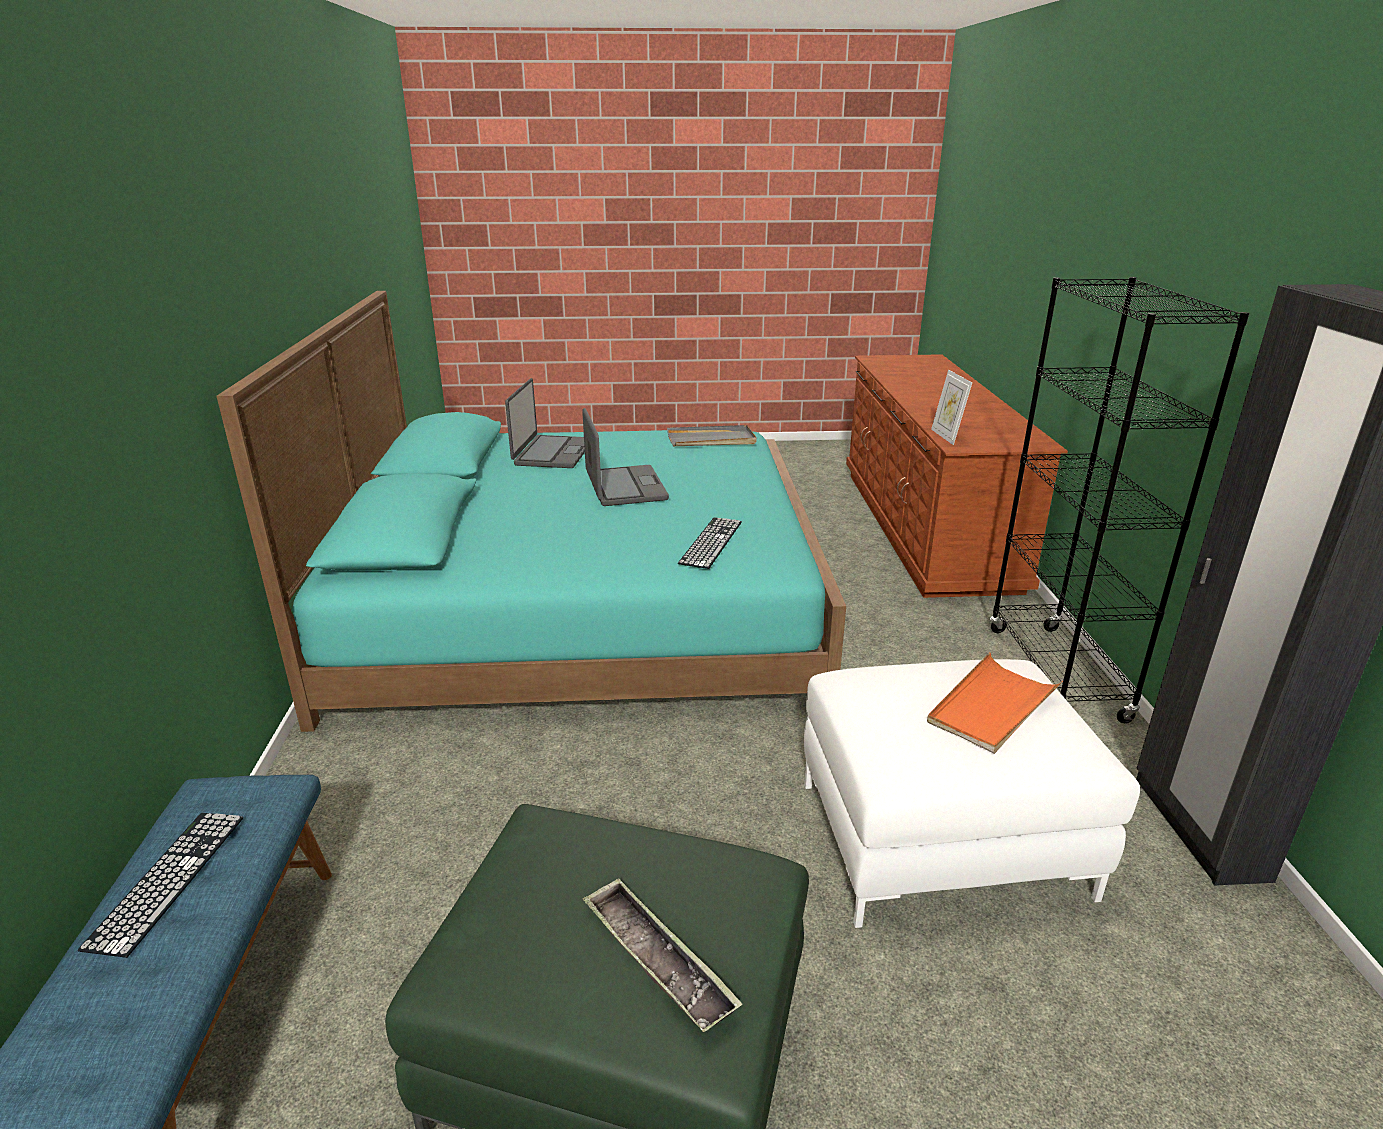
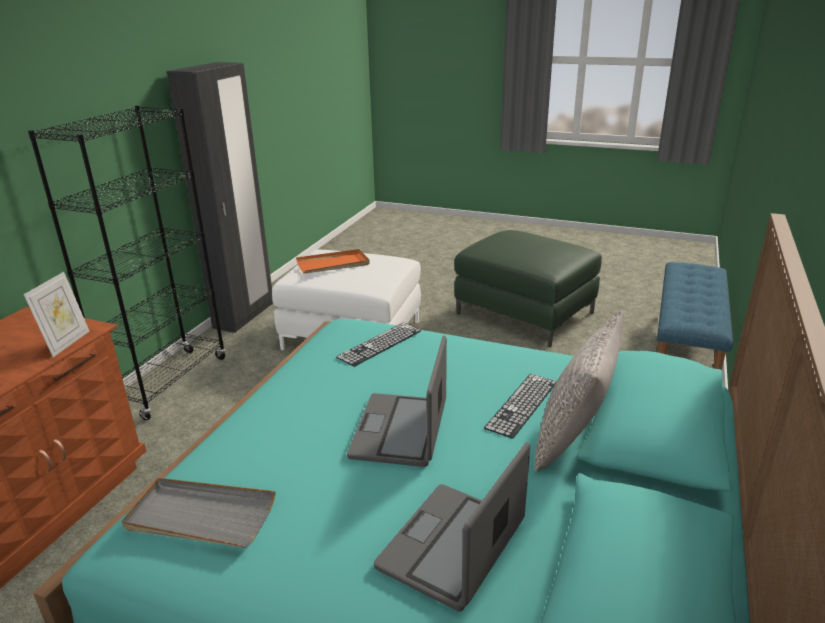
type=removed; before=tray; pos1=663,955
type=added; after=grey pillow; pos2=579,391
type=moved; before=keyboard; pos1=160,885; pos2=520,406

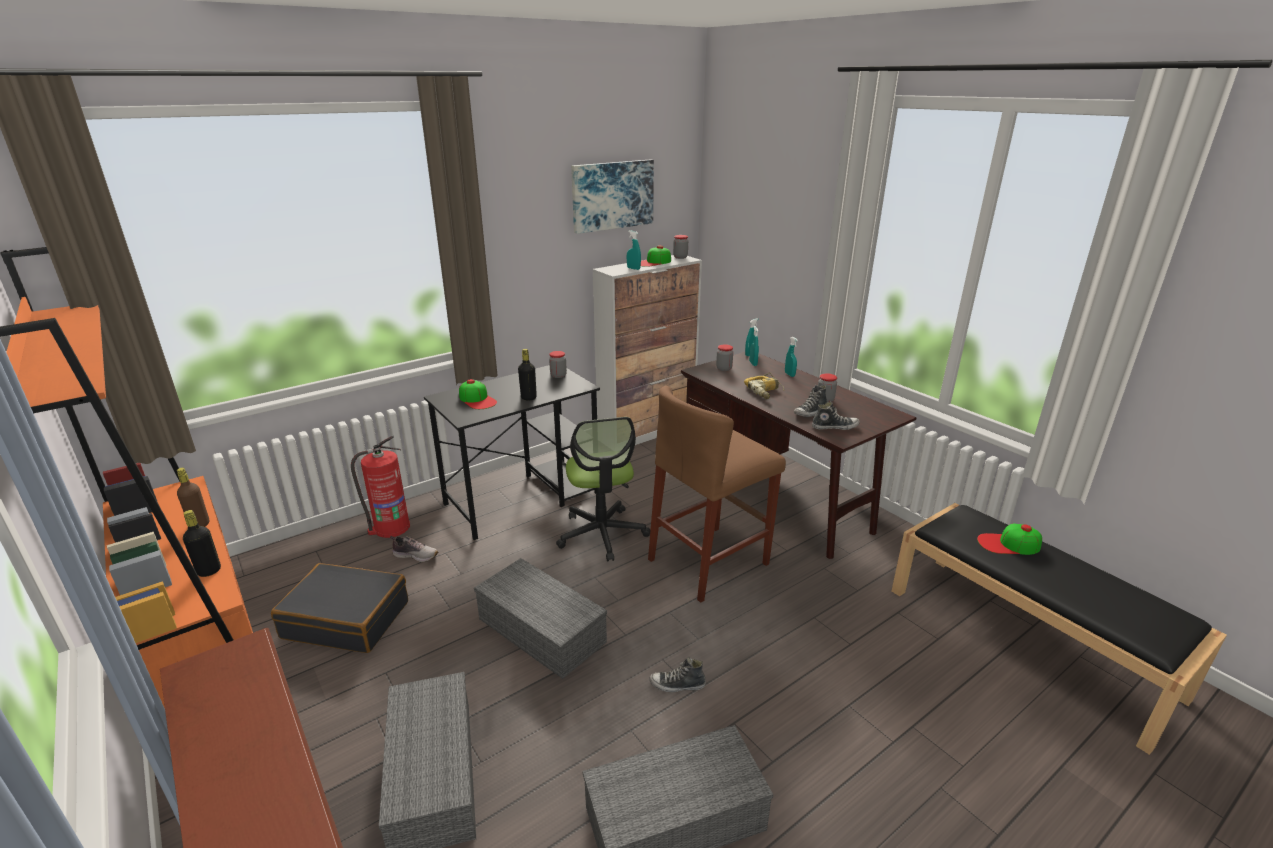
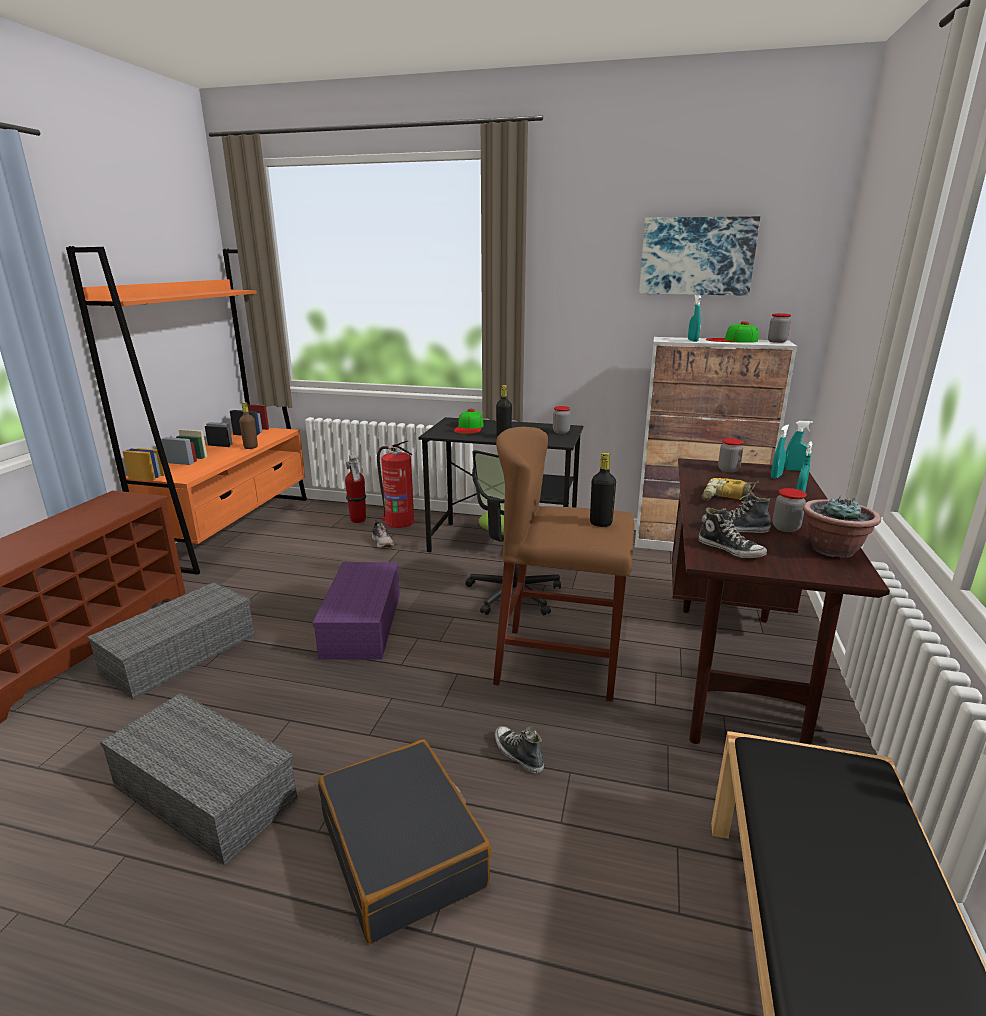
type=removed; before=cap; pos1=1009,539
type=added; after=fire extinguisher; pos2=355,489
type=added; after=potted plant; pos2=842,526
type=moved; before=black bottle; pos1=202,543; pos2=603,489
type=moved; before=black suitcase; pos1=339,608; pos2=405,841
type=moved; before=shoe; pos1=677,674; pos2=519,749
type=recoloured; before=grey storage box; after=purple storage box; pos1=540,618; pos2=356,611

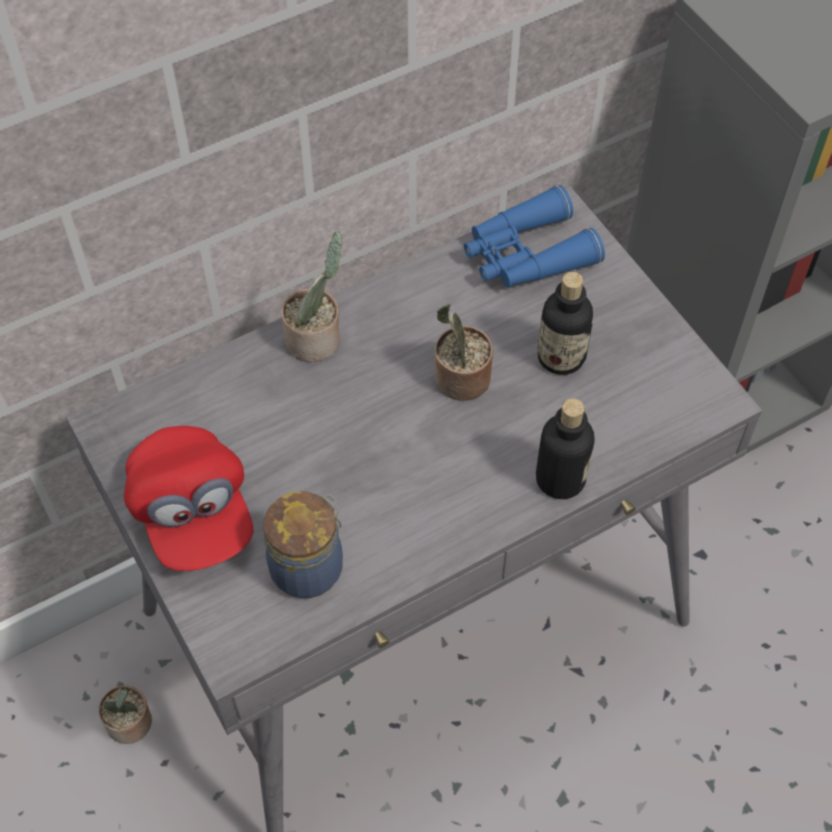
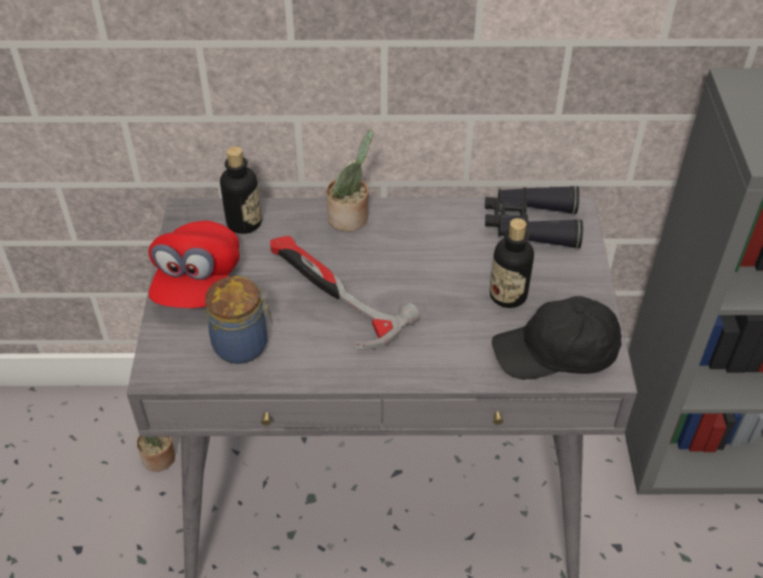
type=removed; before=potted plant; pos1=463,352
type=added; after=hammer; pos2=345,292
type=added; after=black cap; pos2=557,338
type=moved; before=bottle; pos1=565,448; pos2=241,190
type=recoloured; before=blue binoculars; after=black binoculars; pos1=534,236; pos2=534,217

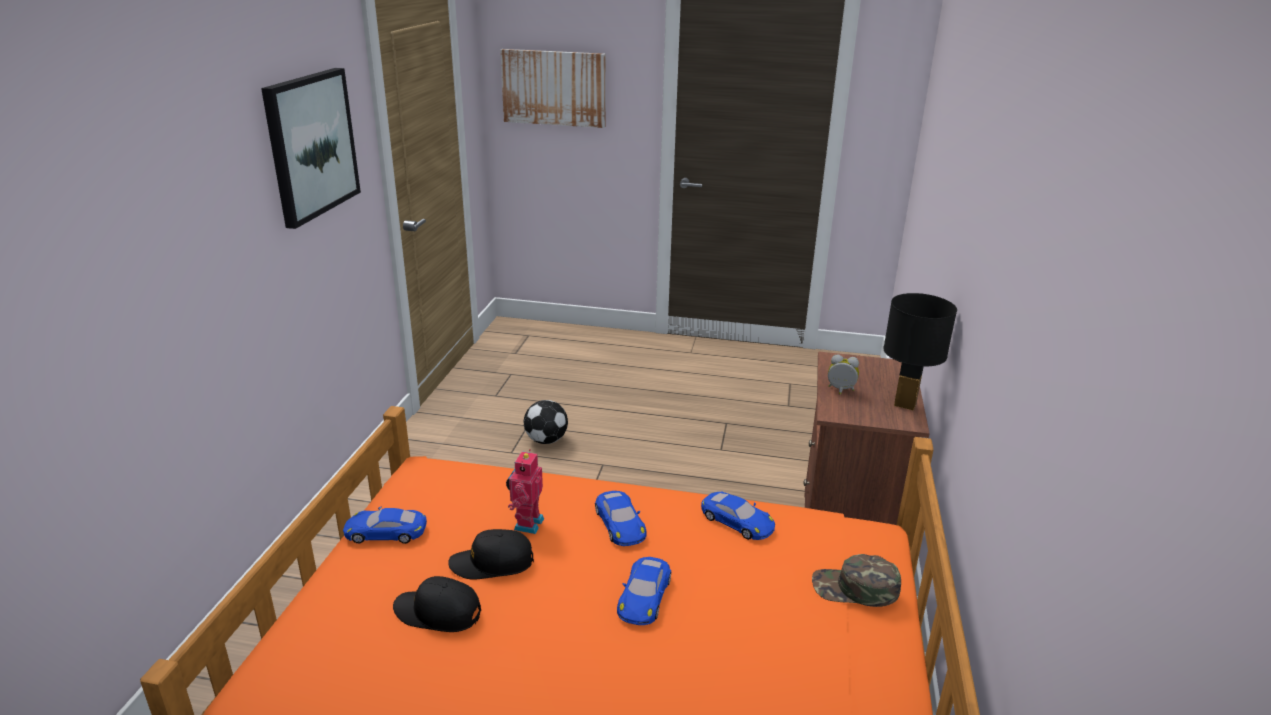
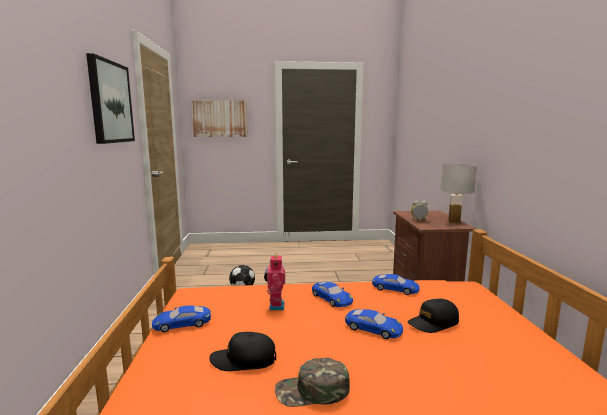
type=moved; before=black cap; pos1=491,554; pos2=433,316
type=moved; before=green cap; pos1=856,580; pos2=312,382
type=recoloured; before=black table lamp; after=white table lamp; pos1=920,352; pos2=458,193
type=turned; before=blue toy car; pos1=644,591; pos2=374,324; turn=-60

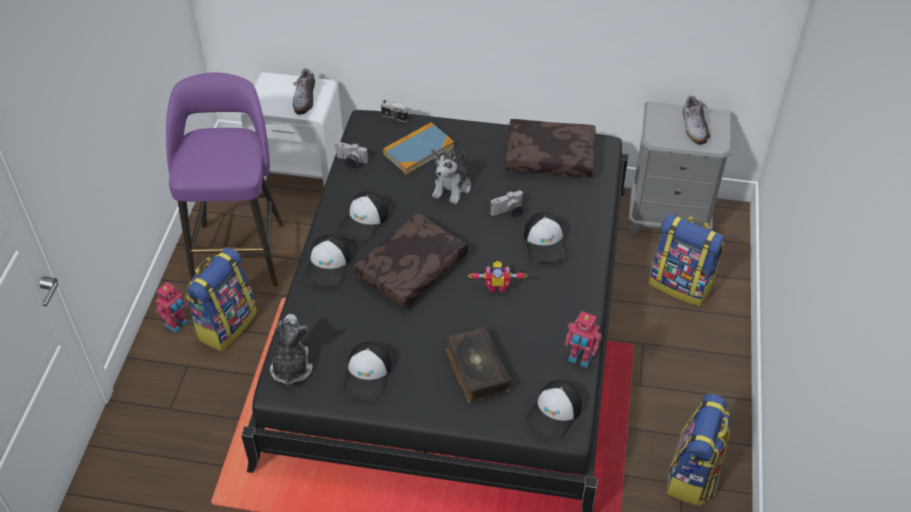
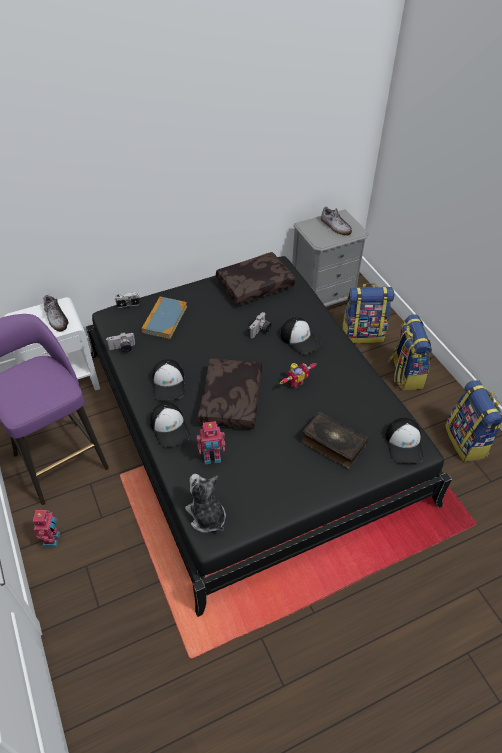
type=removed; before=cap; pos1=367,370
type=removed; before=plush toy; pos1=451,176
type=moved; before=backpack; pos1=221,299; pos2=410,352
type=moved; before=toy robot; pos1=583,339; pos2=211,442

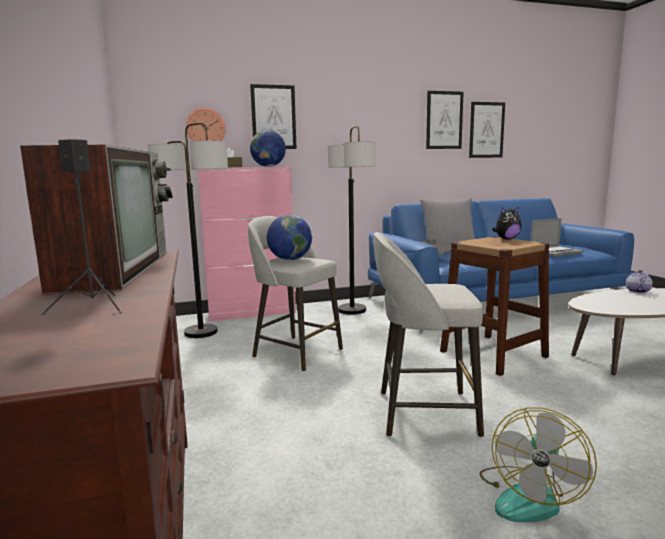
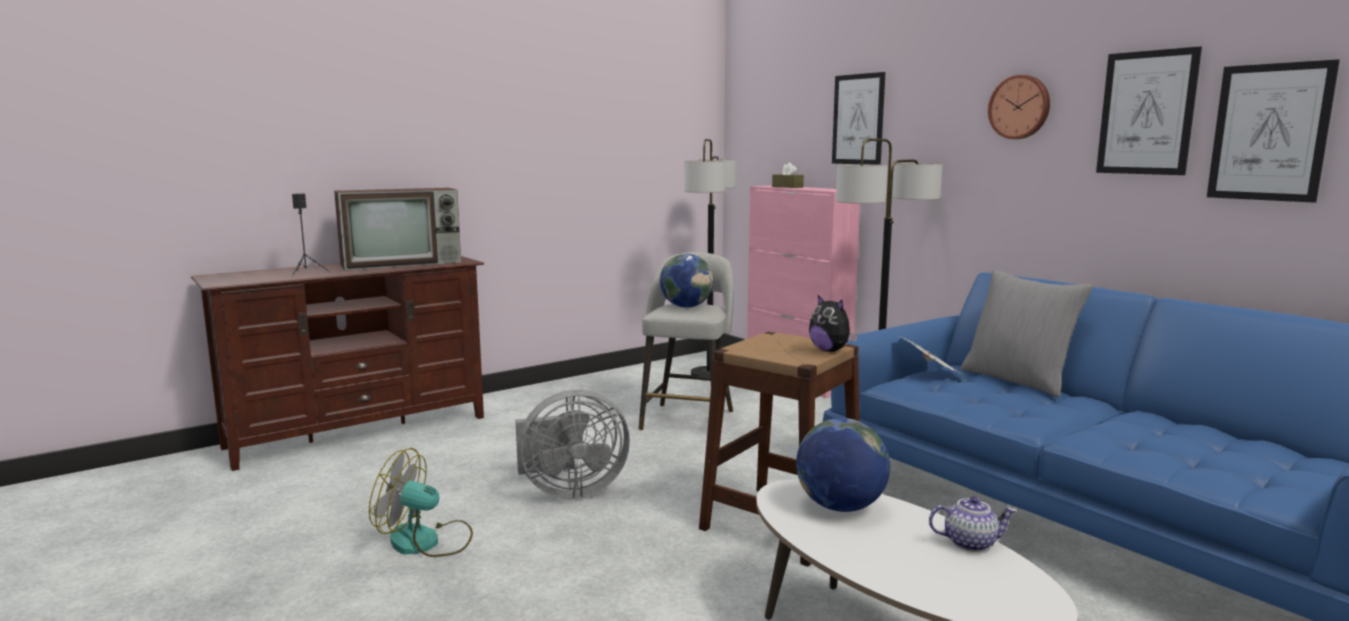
type=removed; before=laptop; pos1=557,237
type=moved; before=wall clock; pos1=205,124; pos2=1019,107
type=moved; before=globe; pos1=268,148; pos2=843,465
type=replaced; before=grey stool; after=grey fan; pos1=428,334; pos2=573,444

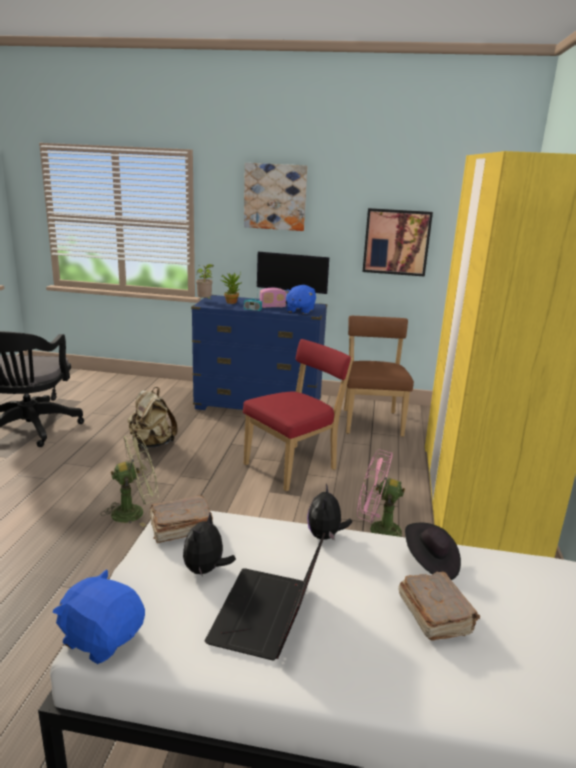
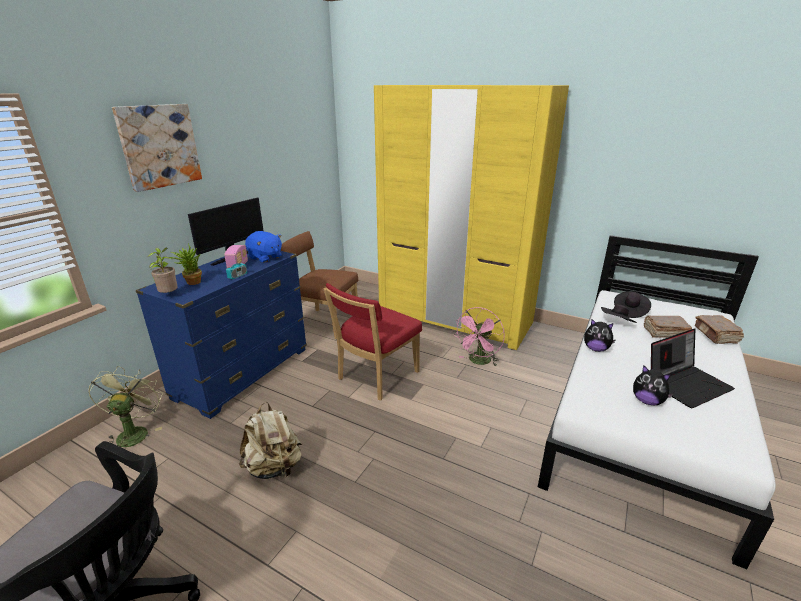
type=removed; before=blue plush toy; pos1=98,616
type=removed; before=picture; pos1=398,242
type=added; after=black hat; pos2=632,304
type=moved; before=green fan; pos1=129,480; pos2=125,406
type=moved; before=brown book; pos1=181,519; pos2=719,329
type=turned; before=laptop; pos1=264,596; pos2=693,368; turn=-60
type=turned; before=red chair; pos1=298,415; pos2=373,342; turn=-120

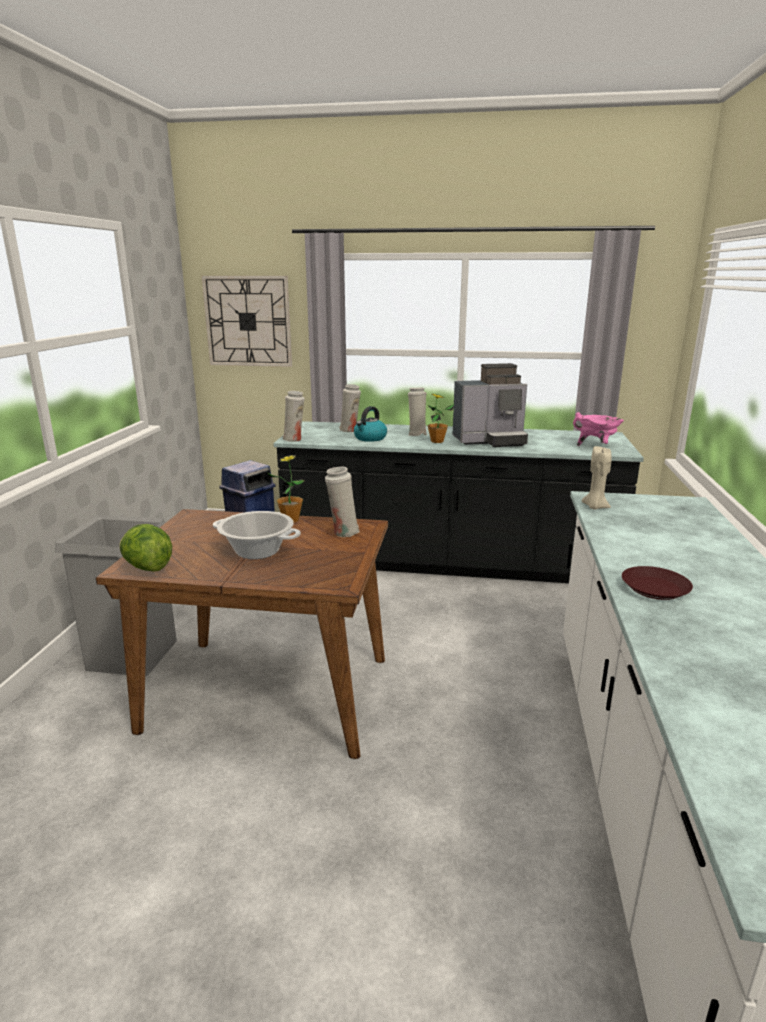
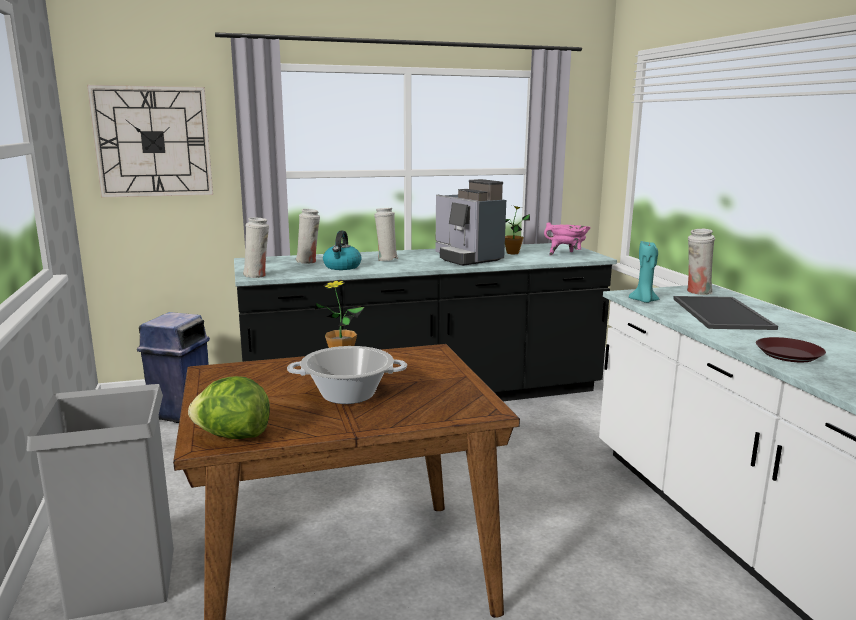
type=added; after=tray; pos2=725,313
type=moved; before=white vase; pos1=342,502; pos2=701,262
type=moved; before=potted plant; pos1=440,418; pos2=517,229
type=recoloured; before=beige candle; after=turquoise candle; pos1=596,478; pos2=644,272
type=turned; before=coffee machine; pos1=490,405; pos2=470,222; turn=90

